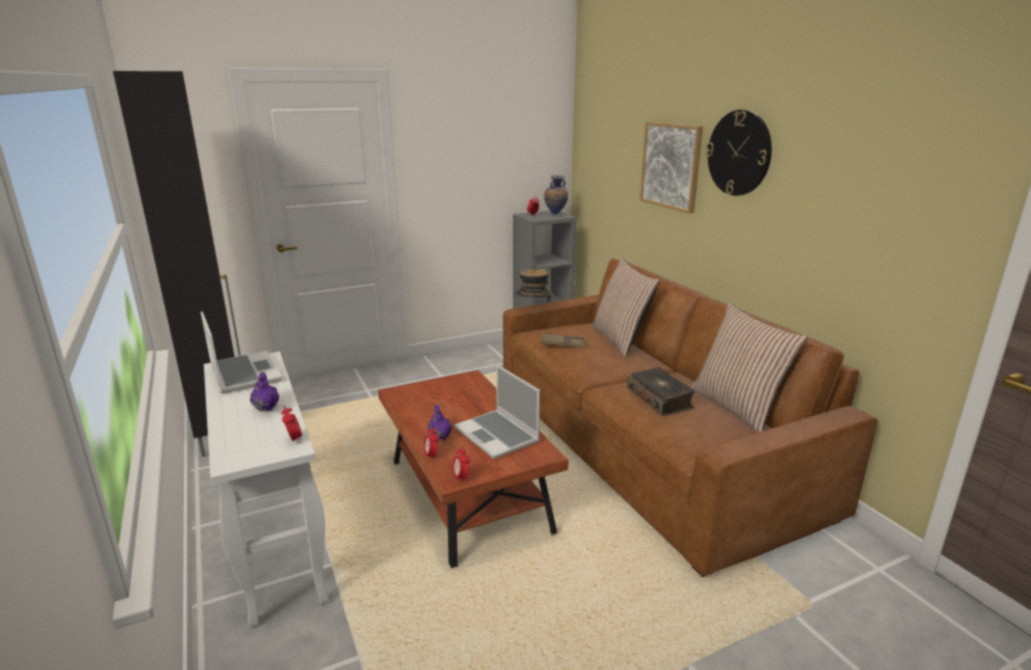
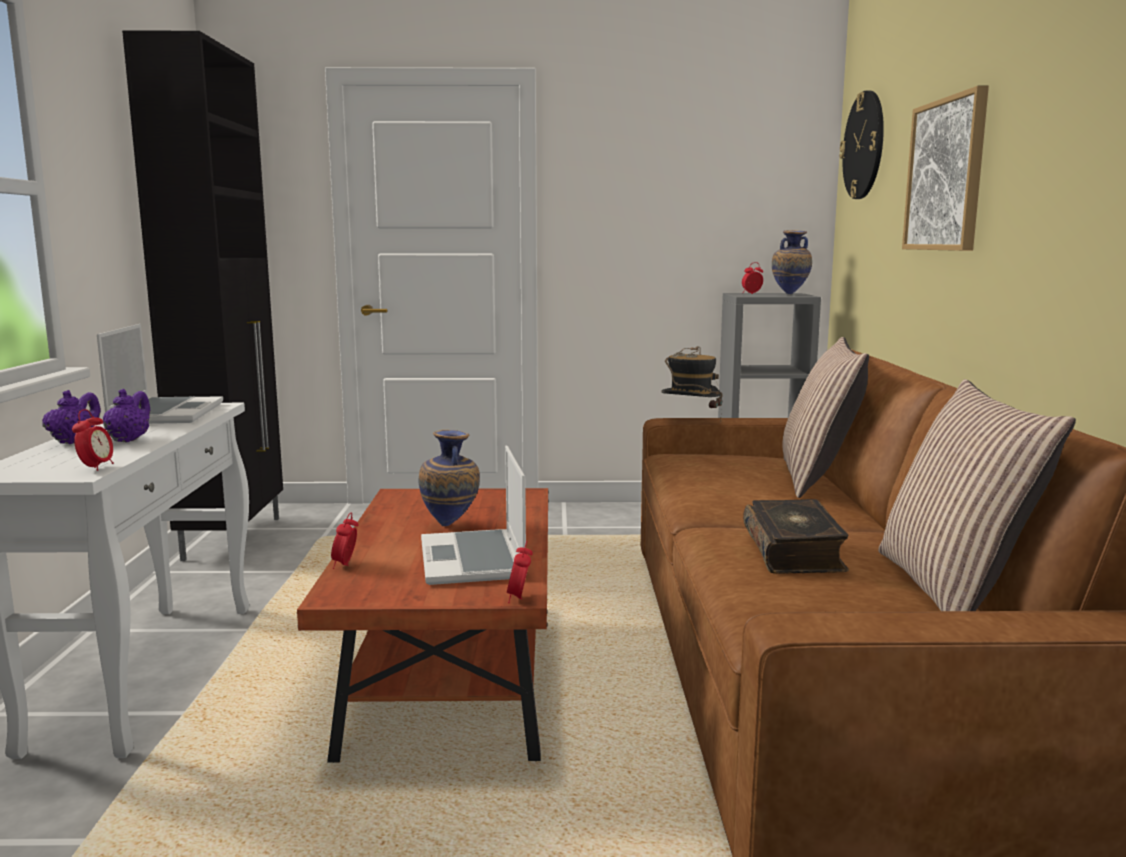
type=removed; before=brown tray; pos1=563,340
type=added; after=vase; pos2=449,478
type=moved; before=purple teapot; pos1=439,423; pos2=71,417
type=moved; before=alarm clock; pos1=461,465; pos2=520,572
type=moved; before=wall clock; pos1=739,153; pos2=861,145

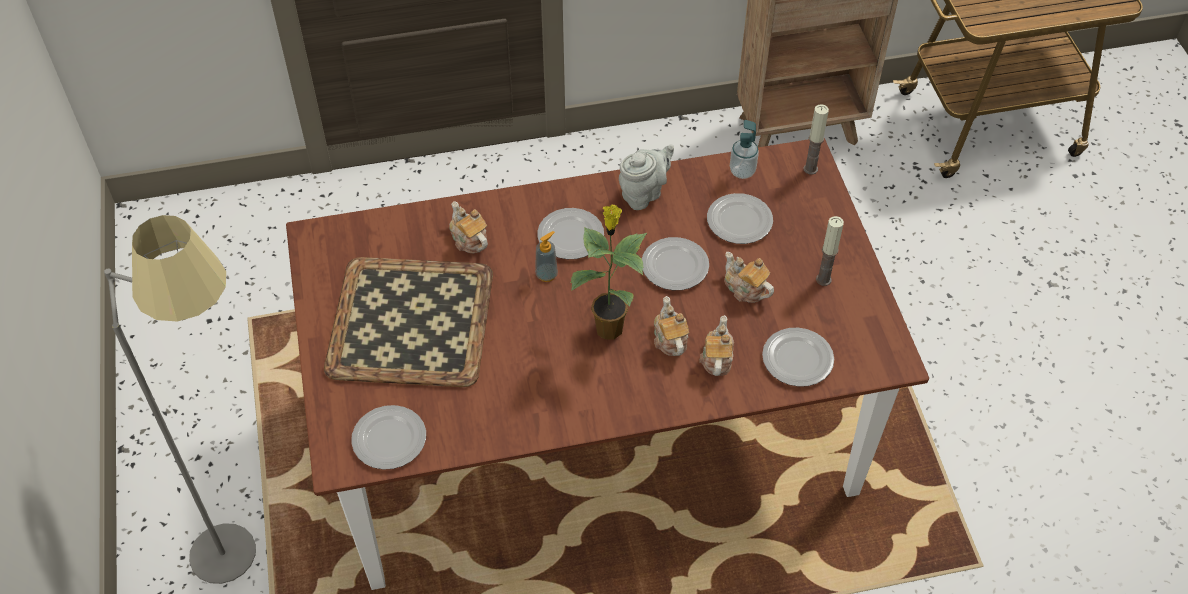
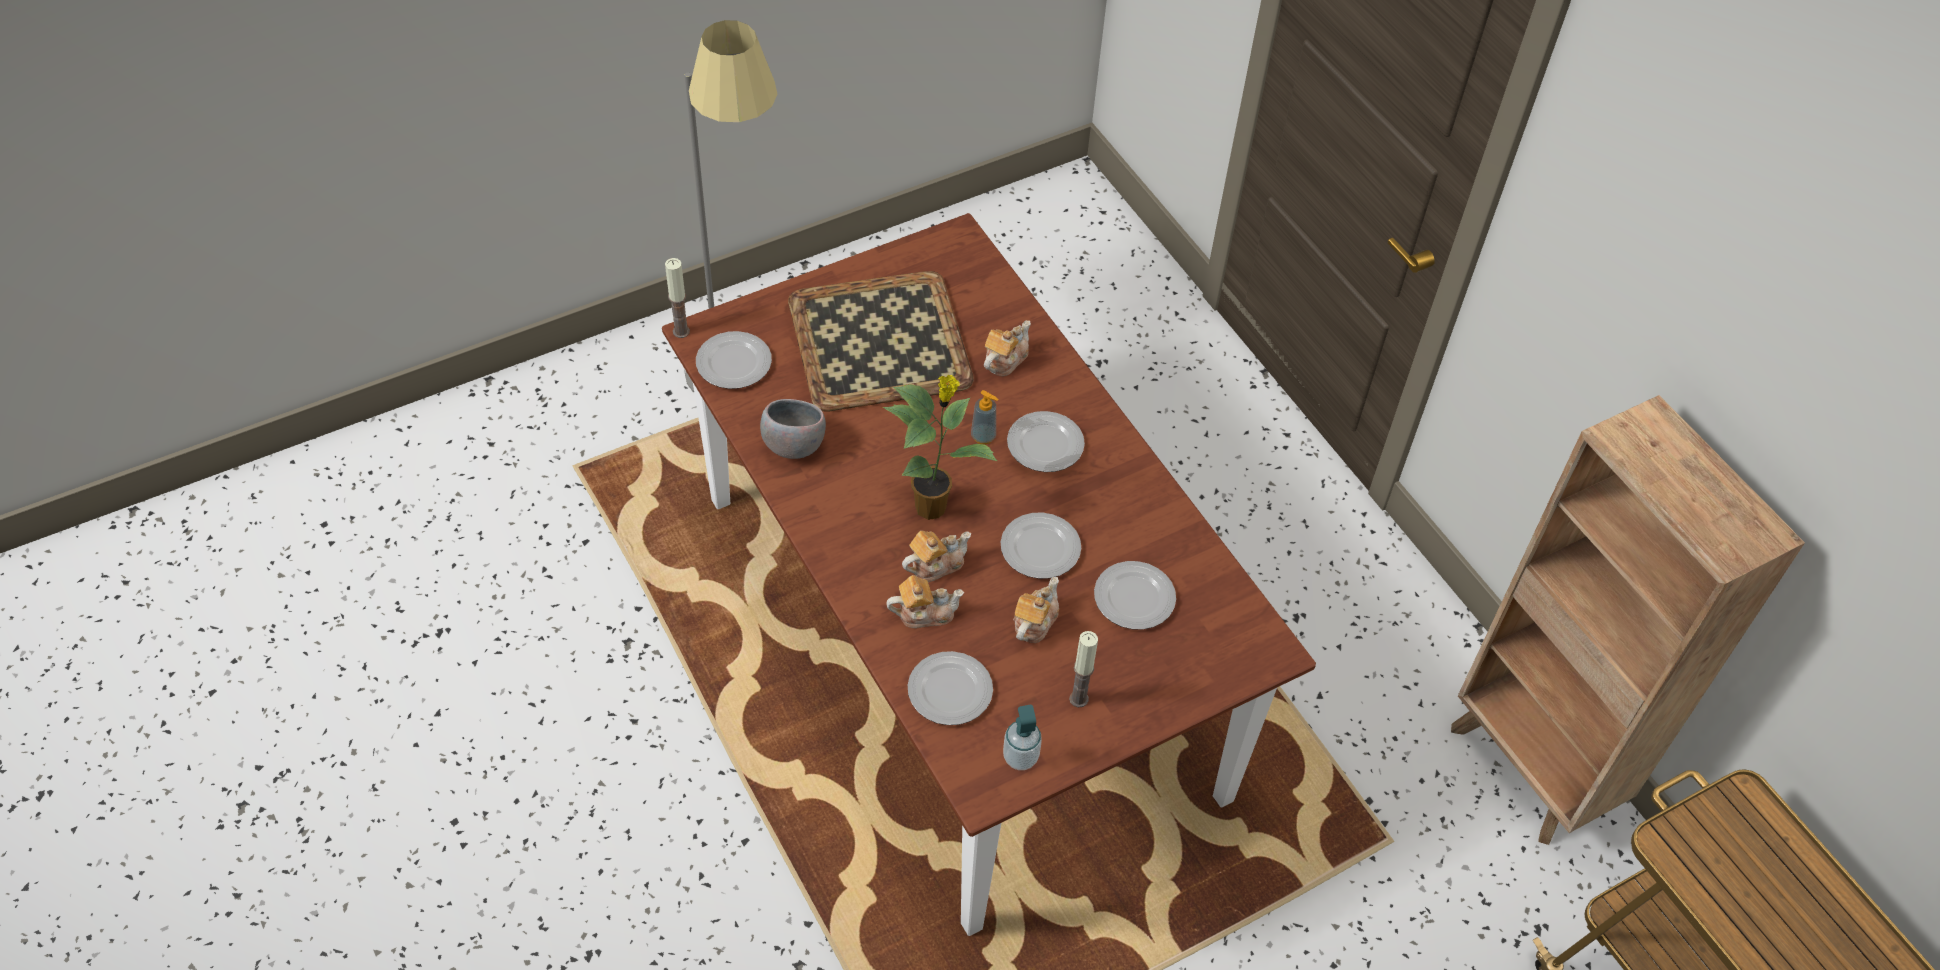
type=removed; before=grey teapot; pos1=646,177
type=added; after=grey bowl; pos2=793,429
type=moved; before=soap dispenser; pos1=744,149; pos2=1022,737
type=moved; before=candle; pos1=816,139; pos2=677,298

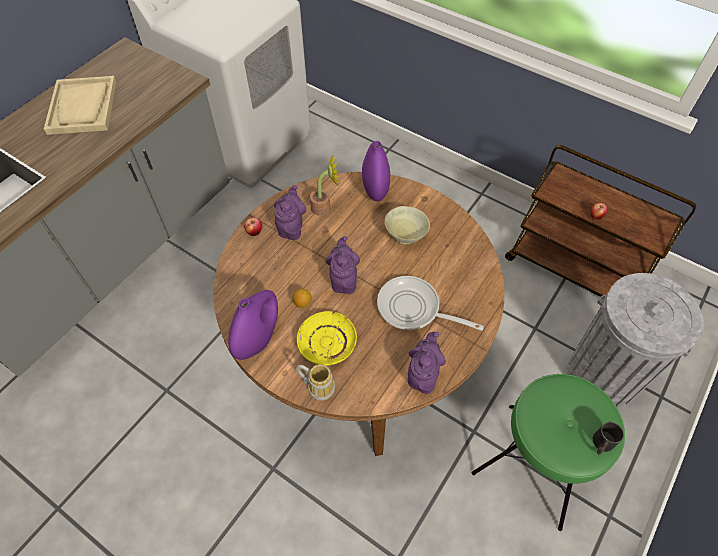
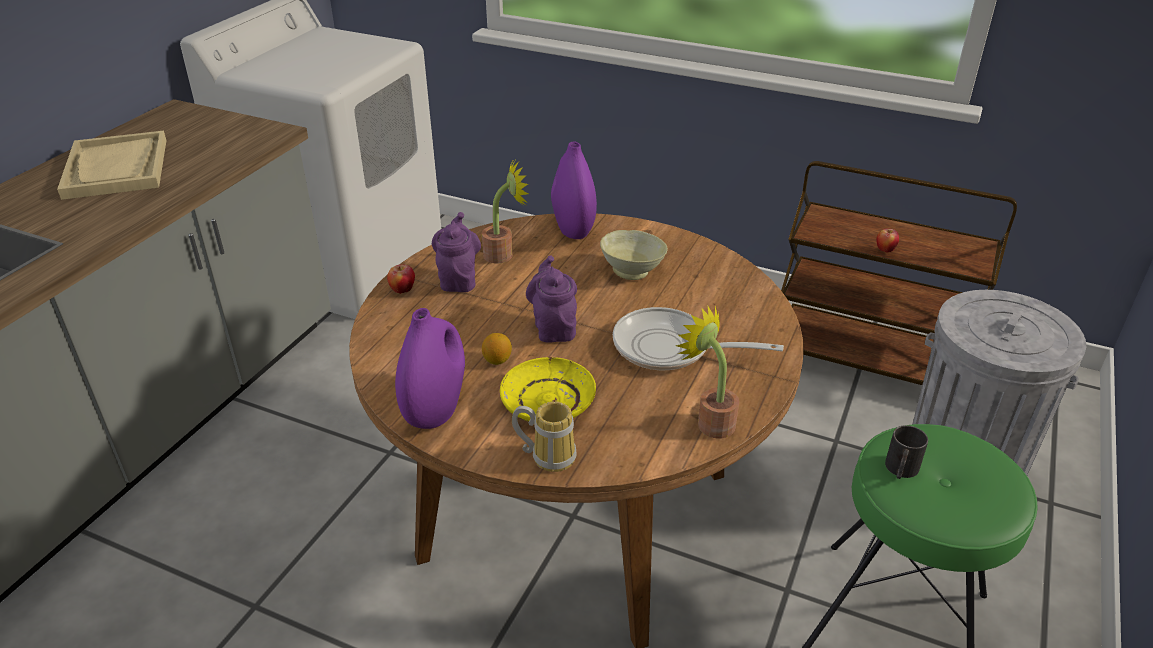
type=moved; before=black mug; pos1=608,438; pos2=906,452
type=replaced; before=purple teapot; after=potted plant; pos1=427,363; pos2=707,371

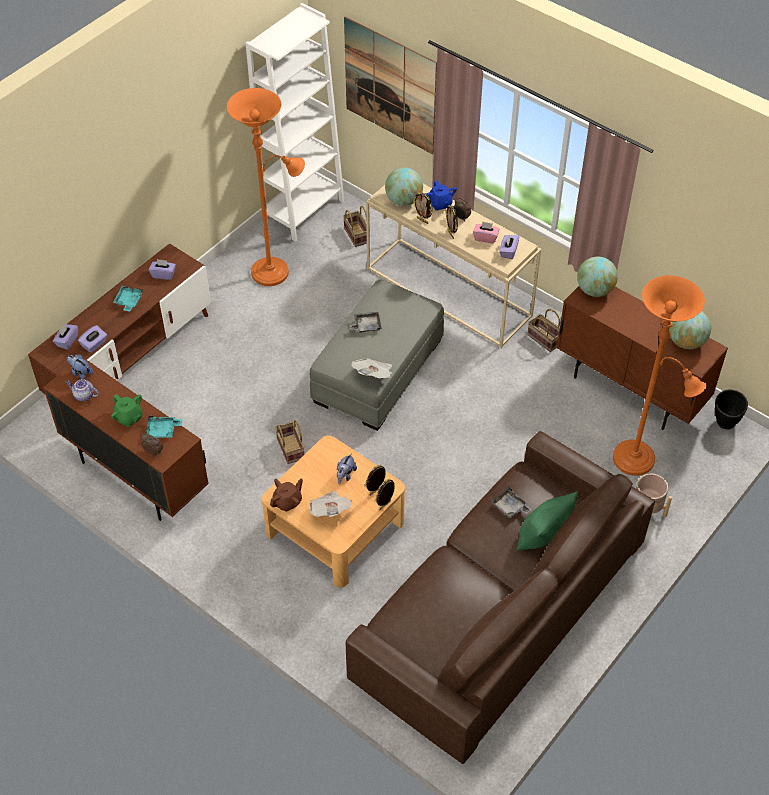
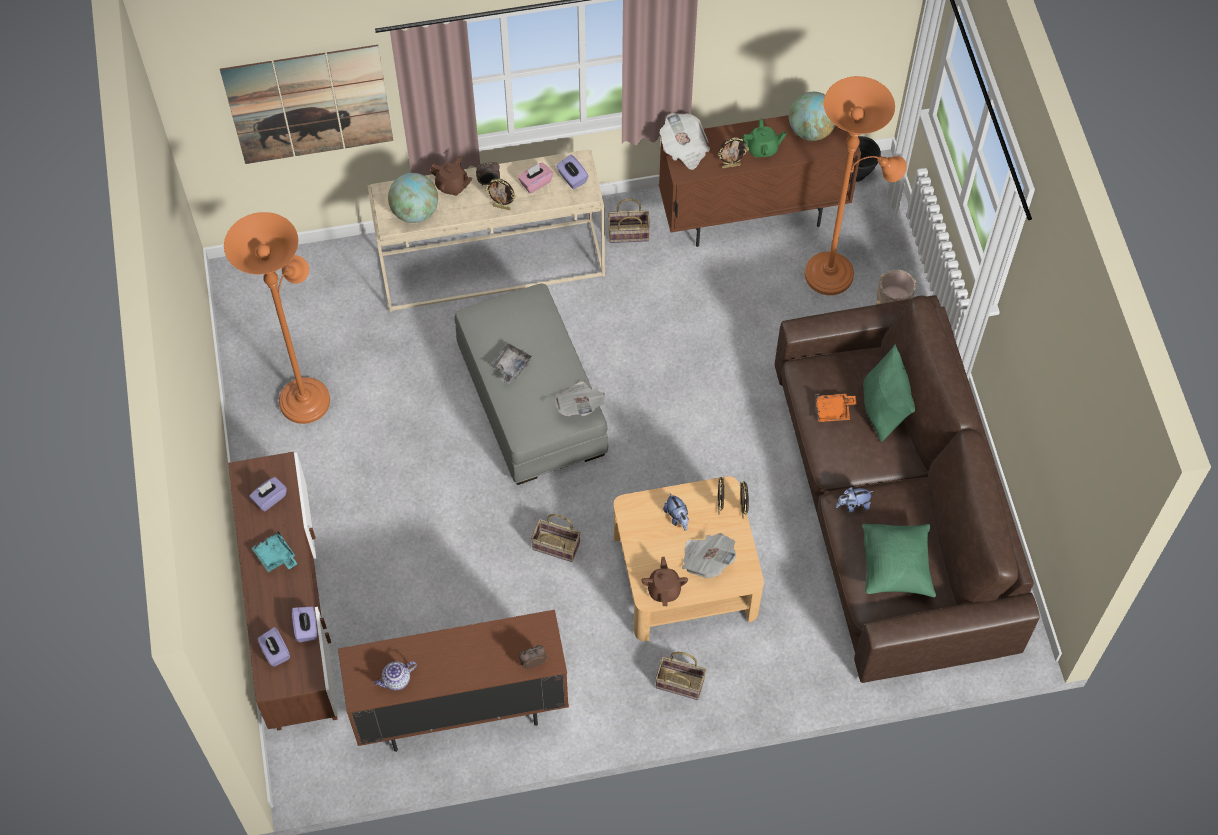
type=removed; before=turquoise tray; pos1=164,426
type=removed; before=white bookcase; pos1=295,122
type=added; after=green pillow; pos2=899,560
type=moved; before=plush toy; pos1=80,367; pos2=855,500
type=moved; before=green teapot; pos1=127,410; pos2=764,138
type=moved; before=basket; pos1=355,226; pos2=680,676
type=moved; before=picture frame; pos1=423,208; pos2=733,153
type=replaced; before=globe; after=newspaper; pos1=597,277; pos2=685,141
type=recoloured; before=blue teapot; after=brown teapot; pos1=441,195; pos2=451,176
type=recoloured; before=grey tray; after=orange tray; pos1=511,502; pos2=836,408

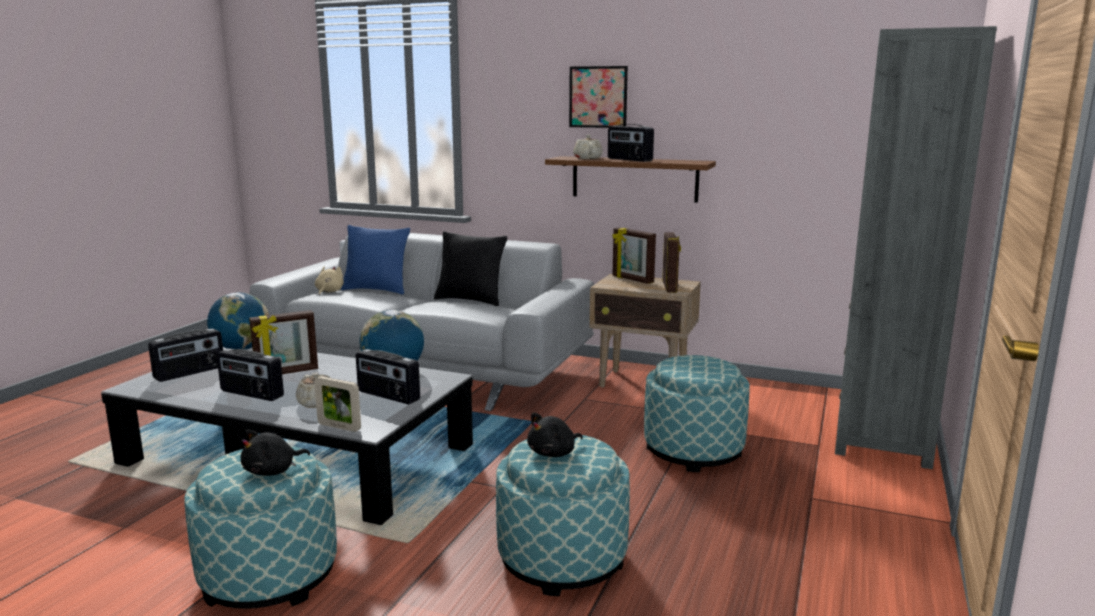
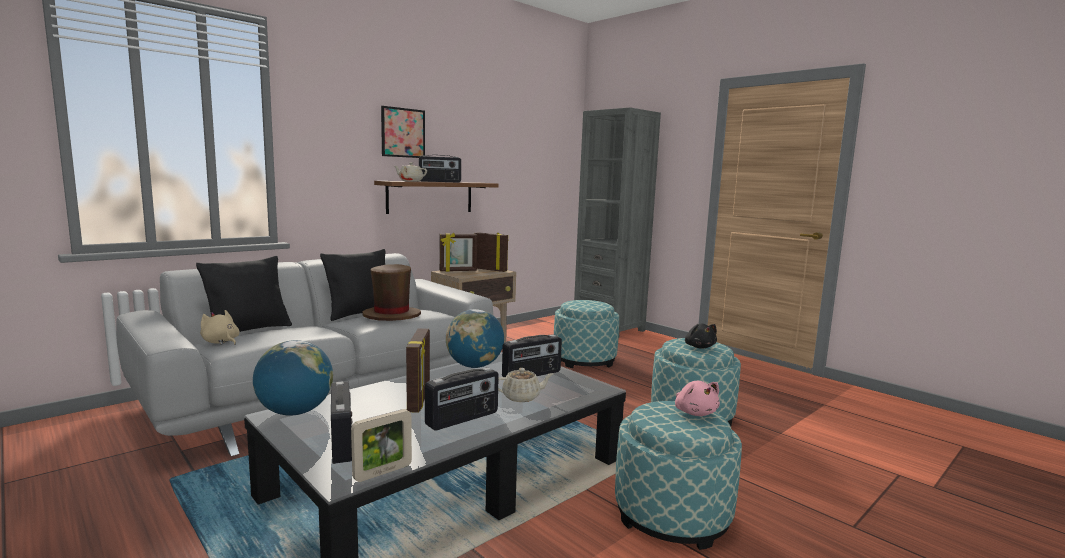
type=added; after=brown hat; pos2=391,292
type=moved; before=picture frame; pos1=337,404; pos2=381,445
type=recoloured; before=black plush toy; after=pink plush toy; pos1=275,452; pos2=697,398
type=recoloured; before=blue pillow; after=black pillow; pos1=375,259; pos2=244,294

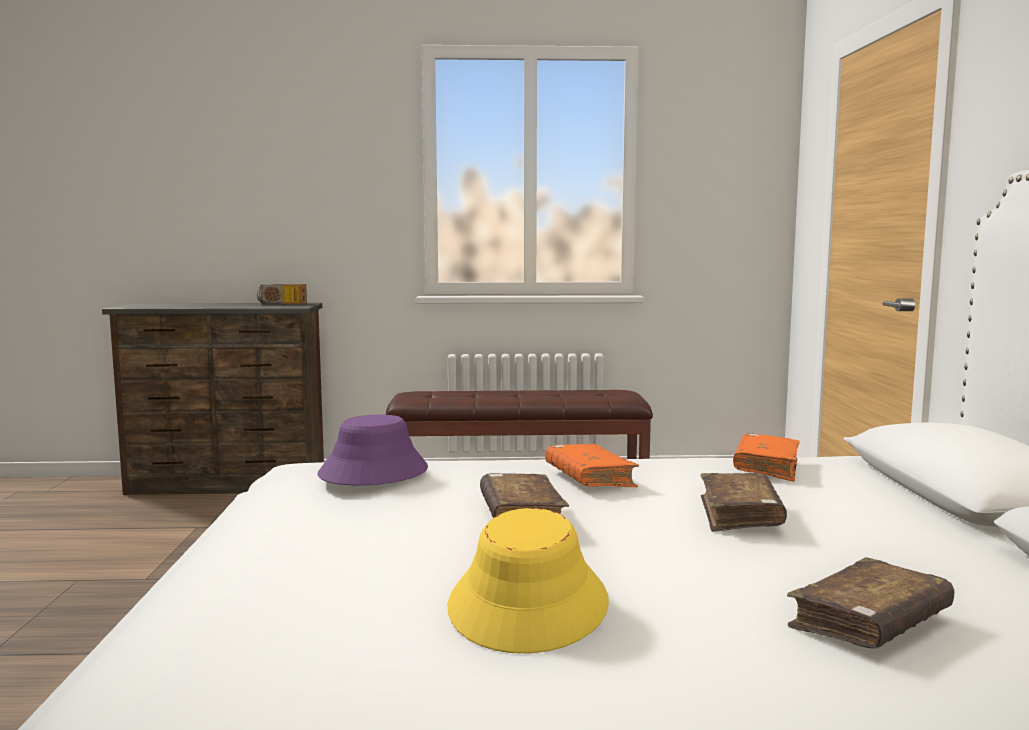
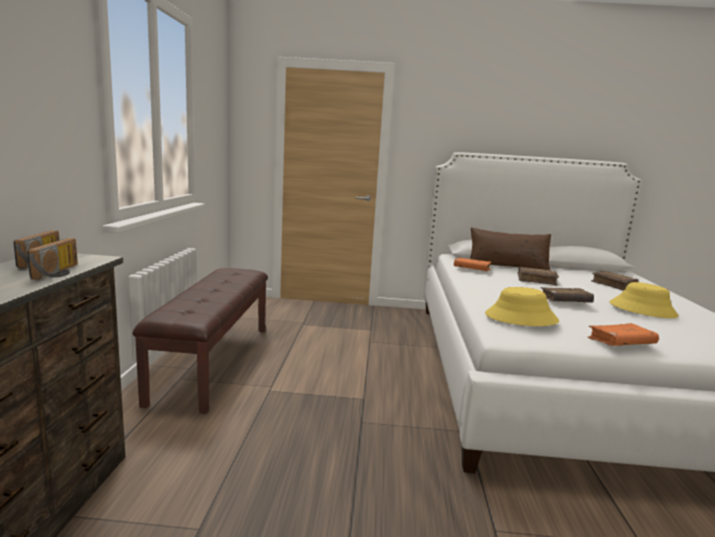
type=added; after=radio; pos2=52,259
type=added; after=brown pillow; pos2=510,248
type=moved; before=orange book; pos1=592,465; pos2=623,334
type=recoloured; before=purple hat; after=yellow hat; pos1=372,450; pos2=522,306

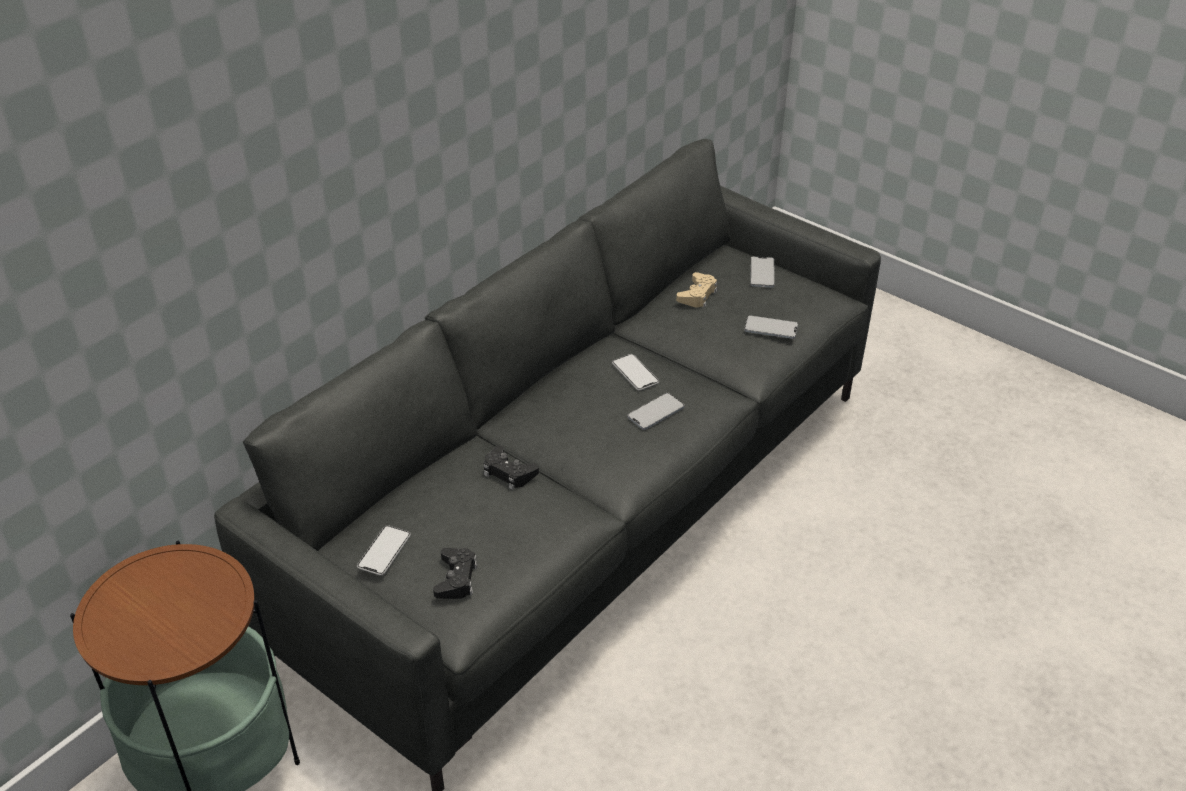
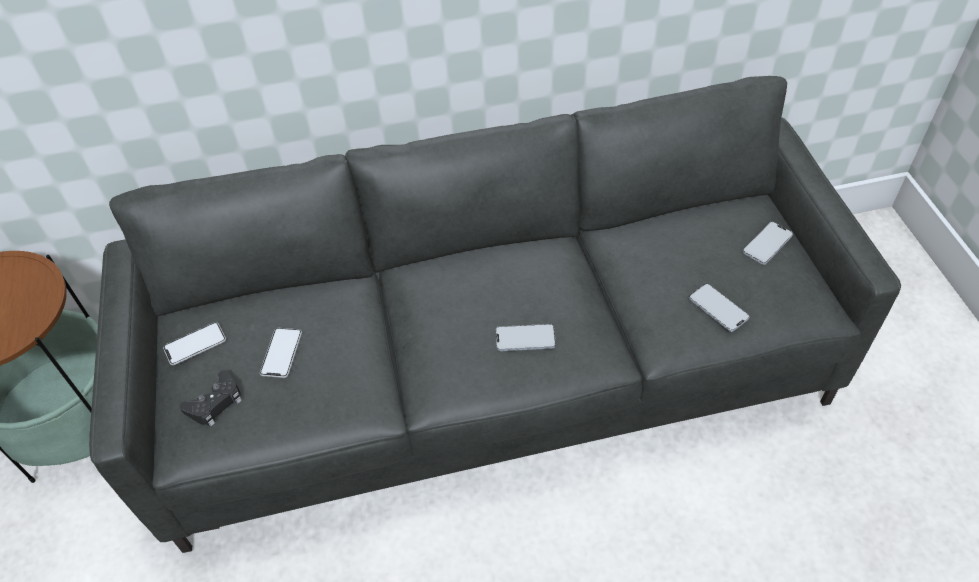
type=removed; before=black game controller; pos1=511,467
type=removed; before=beige game controller; pos1=696,290
type=moved; before=phone; pos1=635,372; pos2=281,353

